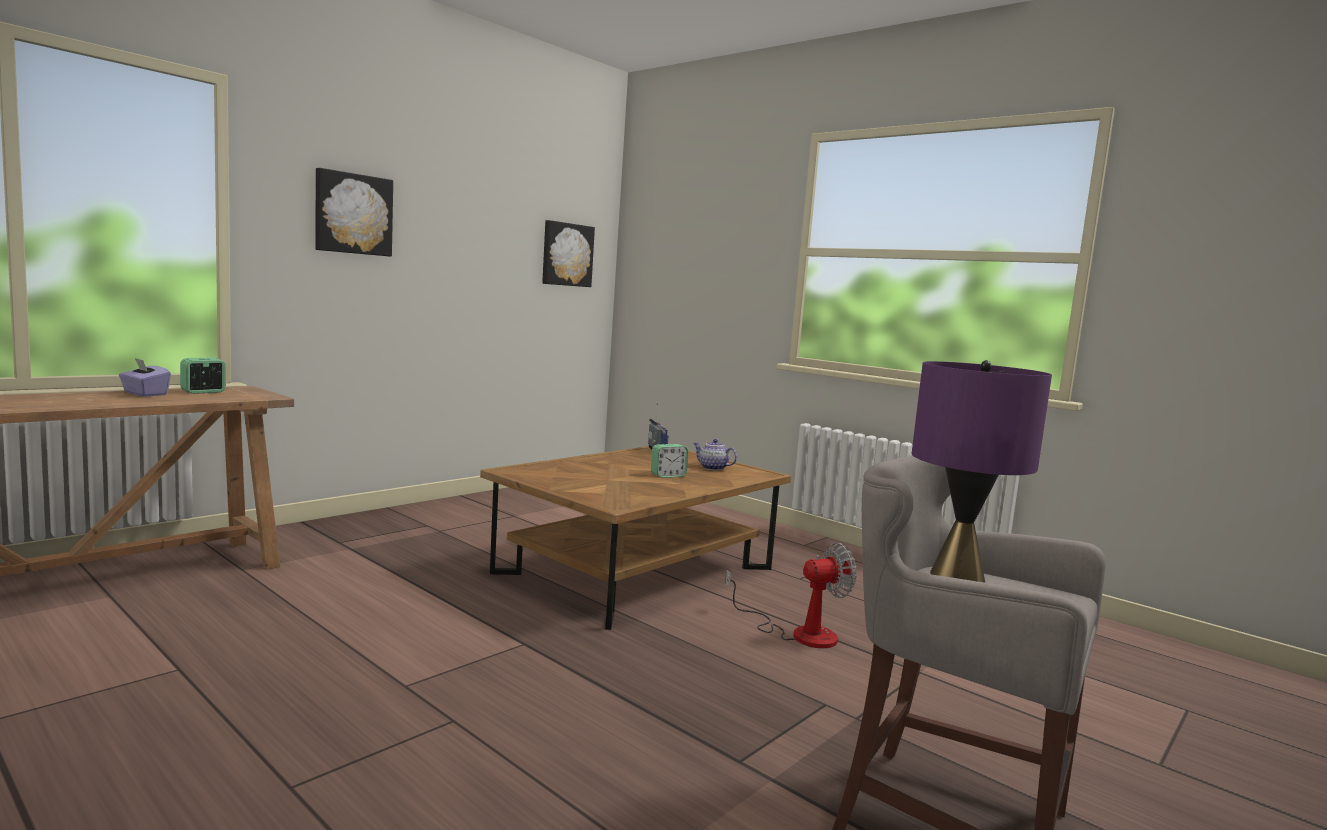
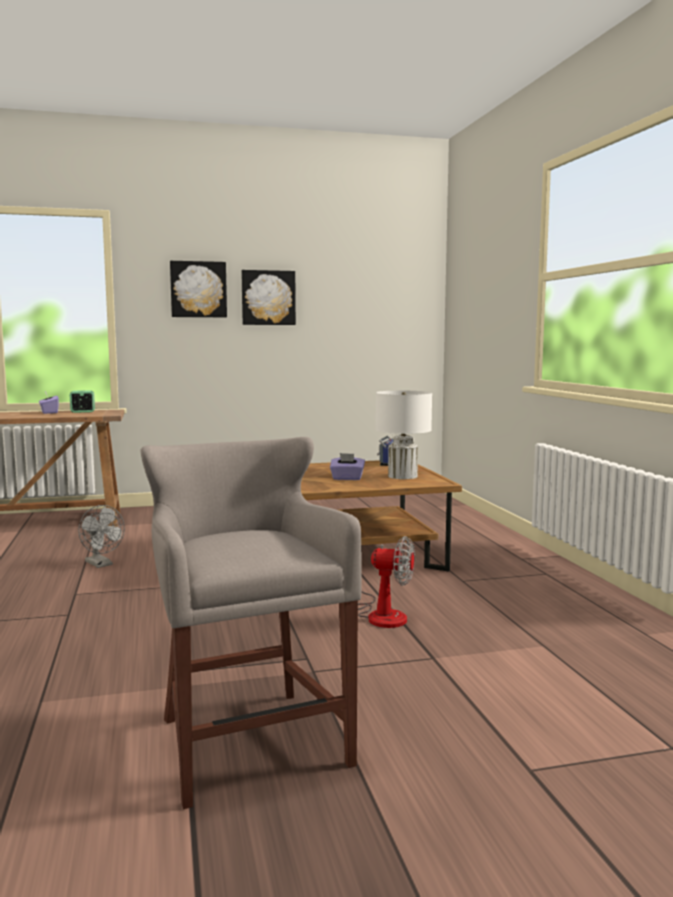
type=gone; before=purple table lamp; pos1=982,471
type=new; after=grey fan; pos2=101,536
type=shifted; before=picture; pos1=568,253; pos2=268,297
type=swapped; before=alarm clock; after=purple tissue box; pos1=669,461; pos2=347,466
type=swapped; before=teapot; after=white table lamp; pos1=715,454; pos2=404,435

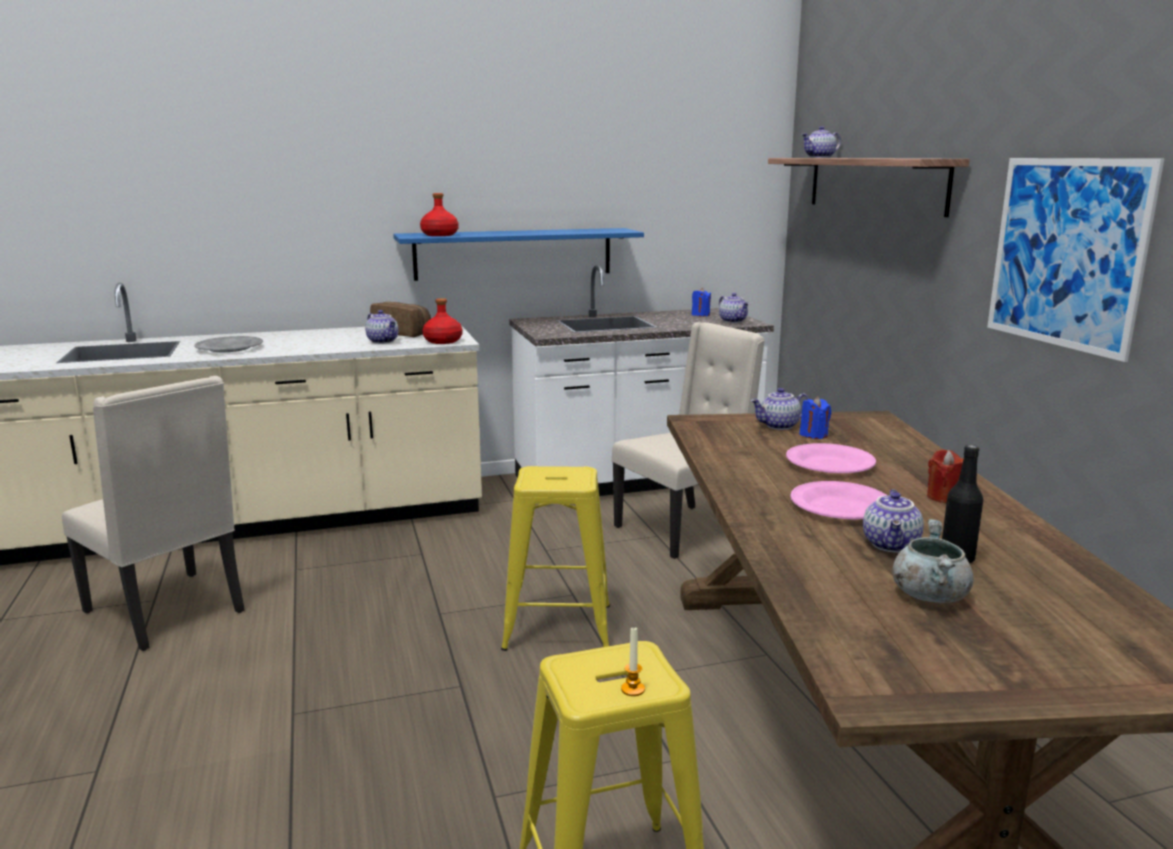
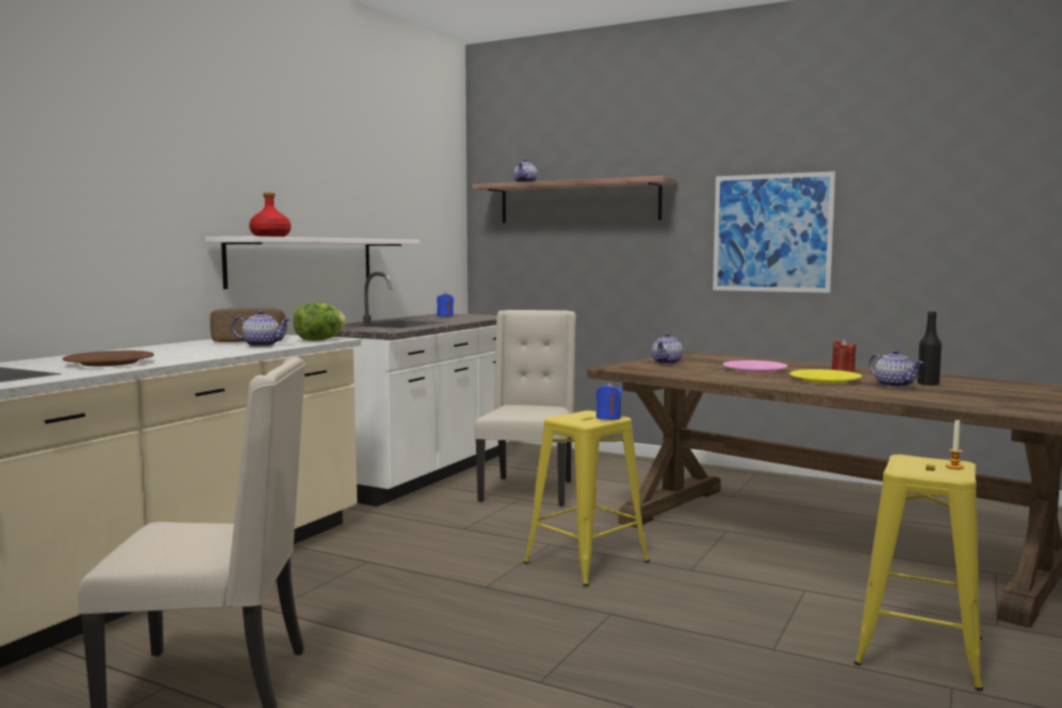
type=gone; before=teapot; pos1=734,308
type=gone; before=grey cooking pot; pos1=933,561
type=shifted; before=blue candle; pos1=815,418; pos2=609,401
type=swapped; before=red bottle; after=lettuce; pos1=442,321; pos2=320,321
type=repainted; before=grey plate; after=brown plate; pos1=228,344; pos2=108,358
type=repainted; before=blue shelf; after=white shelf; pos1=518,254; pos2=312,262
type=repainted; before=pink plate; after=yellow plate; pos1=838,500; pos2=826,376

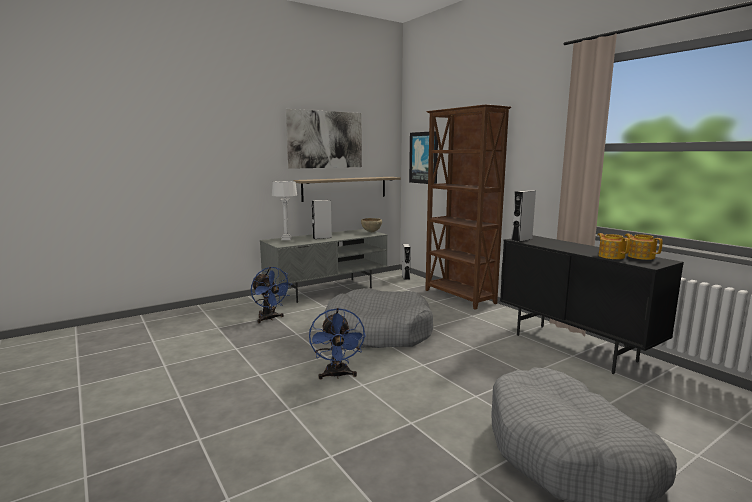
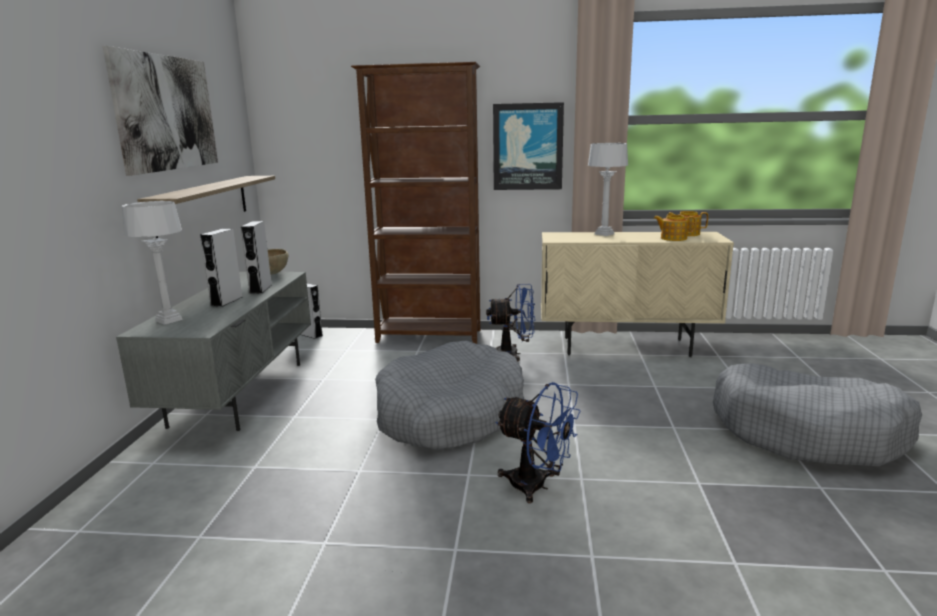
type=new; after=grey table lamp; pos2=608,189
type=shifted; before=blue fan; pos1=271,295; pos2=510,322
type=shifted; before=picture; pos1=423,157; pos2=528,146
type=shifted; before=grey speaker; pos1=523,216; pos2=256,257
type=repainted; before=black cabinet; after=beige cabinet; pos1=592,304; pos2=637,294

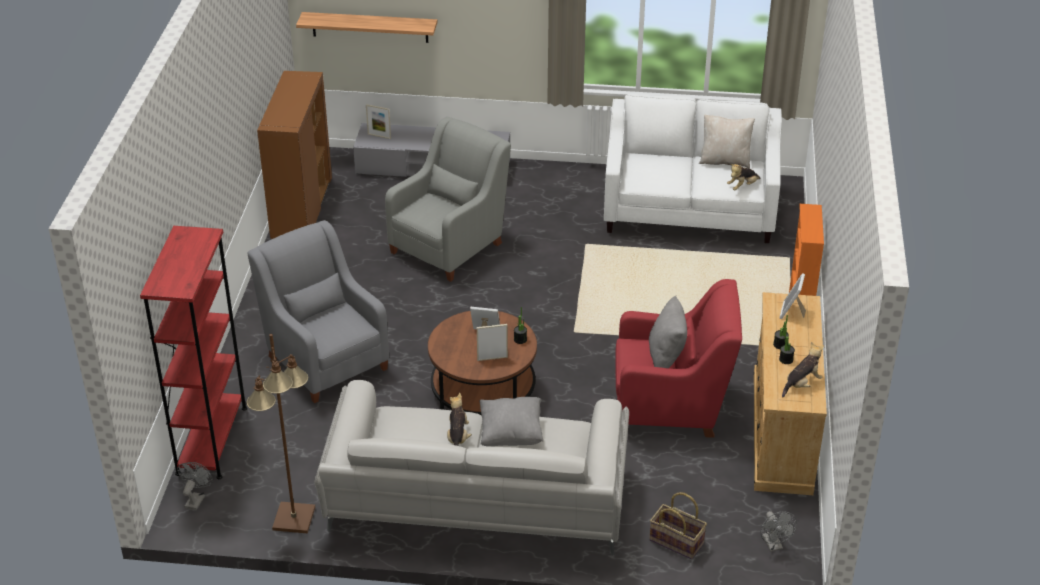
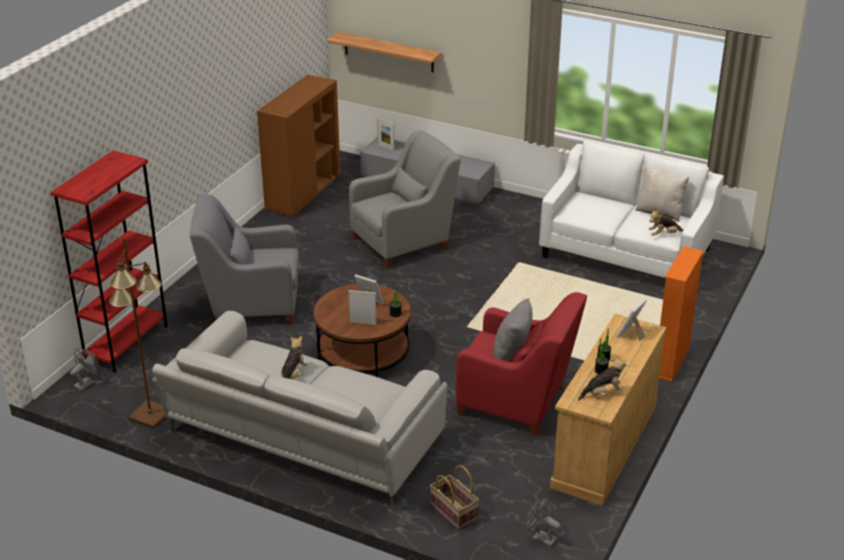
type=gone; before=grey pillow; pos1=511,421
type=rotated; before=grey armchair; pos1=318,311; pos2=244,259; turn=-75
type=rotated; before=grey fan; pos1=779,531; pos2=543,522; turn=120

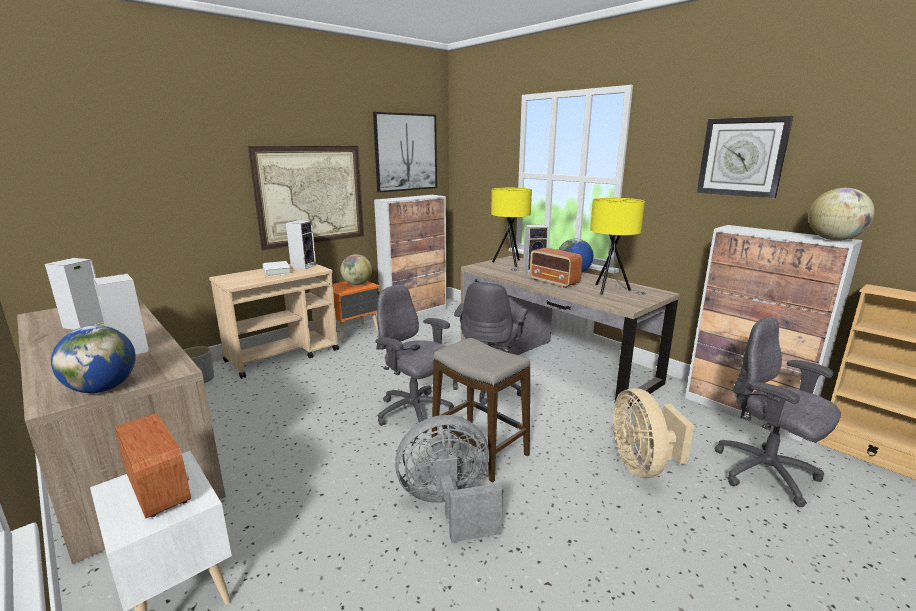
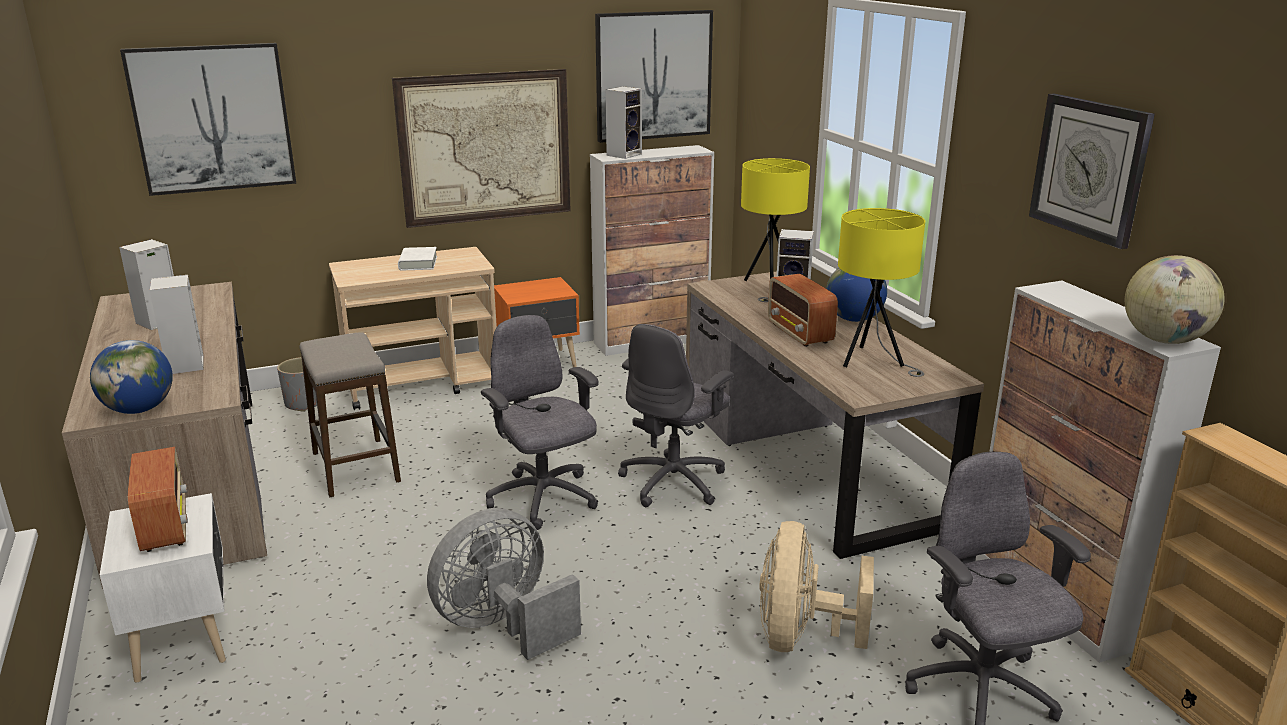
type=gone; before=globe; pos1=356,269
type=new; after=picture; pos2=208,119
type=shifted; before=speaker; pos1=301,244; pos2=624,122
type=shifted; before=stool; pos1=481,410; pos2=350,415
type=rotated; before=grey fan; pos1=449,479; pos2=504,584; turn=-45

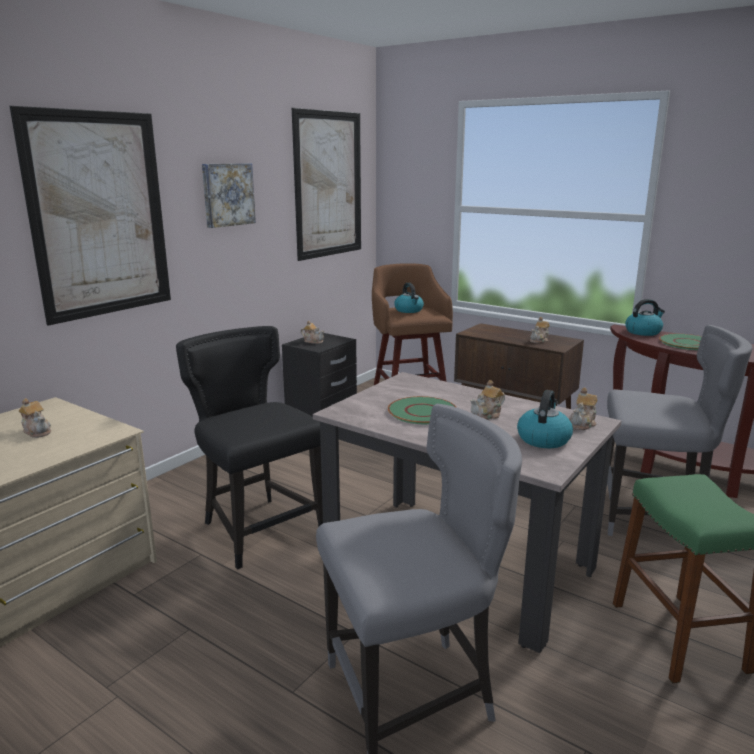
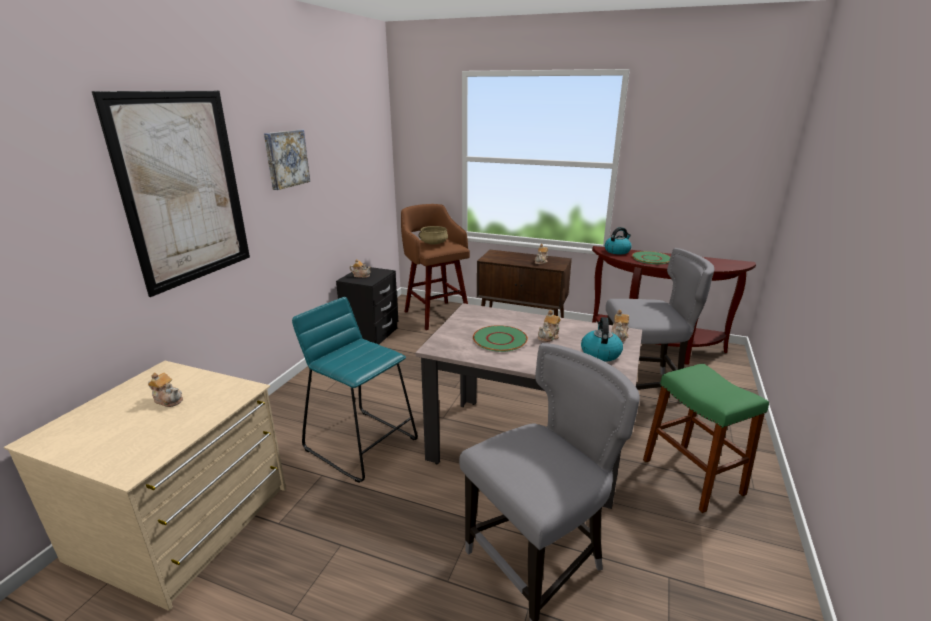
type=gone; before=picture; pos1=326,184
type=swapped; before=black chair; after=turquoise stool; pos1=249,448; pos2=355,390
type=swapped; before=kettle; after=beige cooking pot; pos1=409,298; pos2=433,235

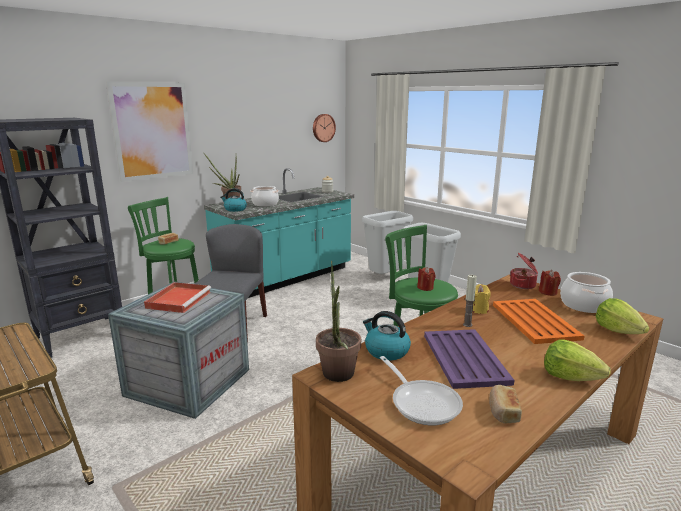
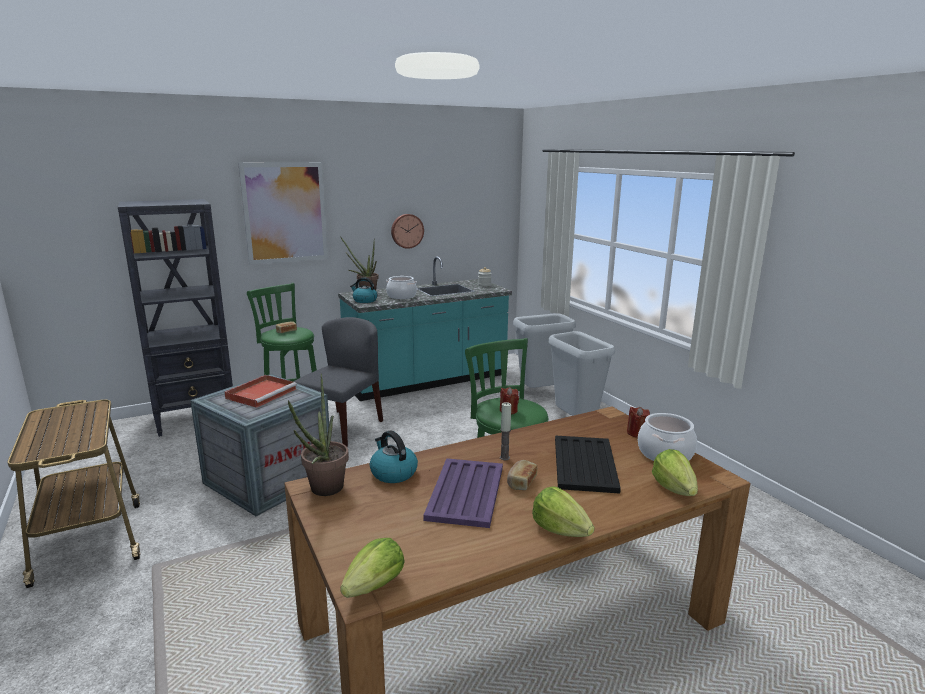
type=gone; before=frying pan; pos1=421,390
type=gone; before=yellow candle; pos1=482,299
type=gone; before=cooking pot; pos1=524,271
type=new; after=lettuce; pos2=372,568
type=shifted; before=wall clock; pos1=324,128; pos2=407,231
type=shifted; before=bread; pos1=505,404; pos2=522,475
type=repainted; before=orange tray; after=black tray; pos1=538,321; pos2=588,464

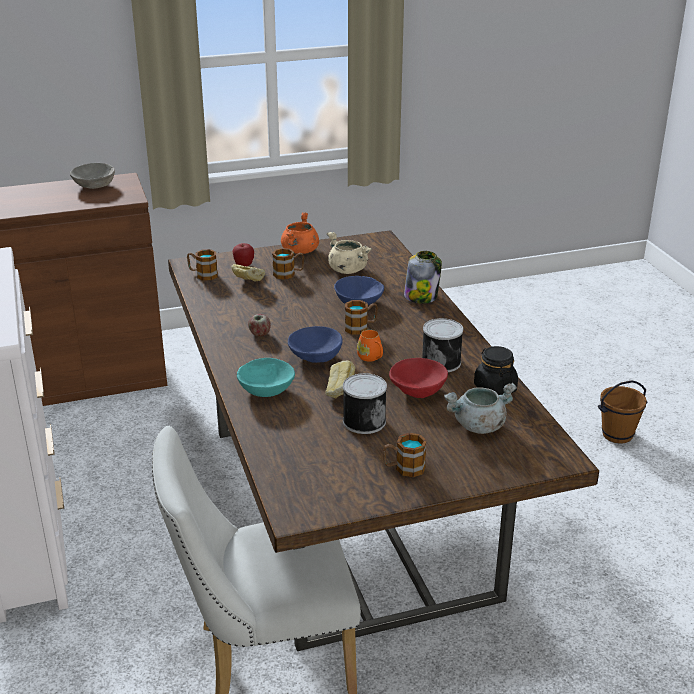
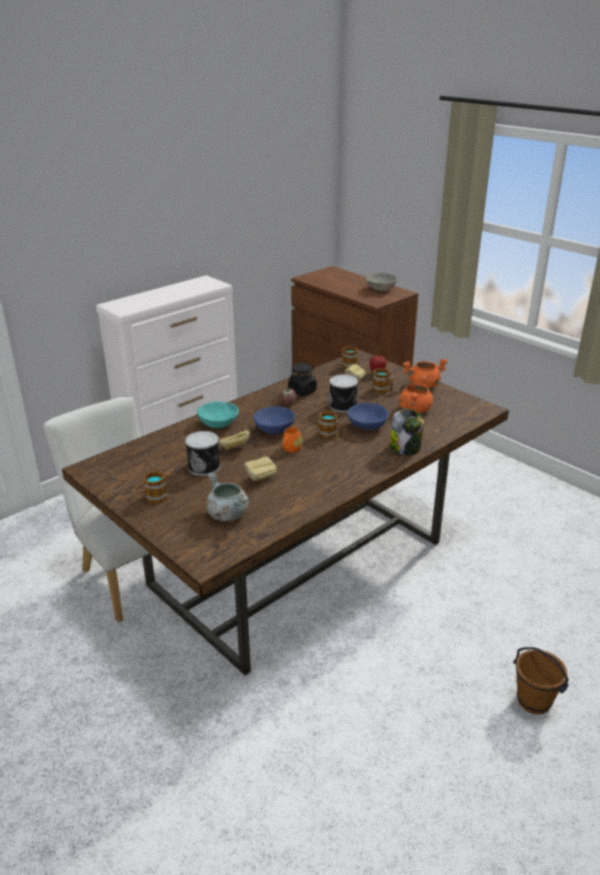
type=shifted; before=can; pos1=442,345; pos2=343,393
type=shifted; before=black jar; pos1=496,370; pos2=302,379
type=swapped; before=red bowl; after=bread; pos1=418,378; pos2=260,469
type=repainted; before=beige cooking pot; after=orange cooking pot; pos1=349,253; pos2=416,394

